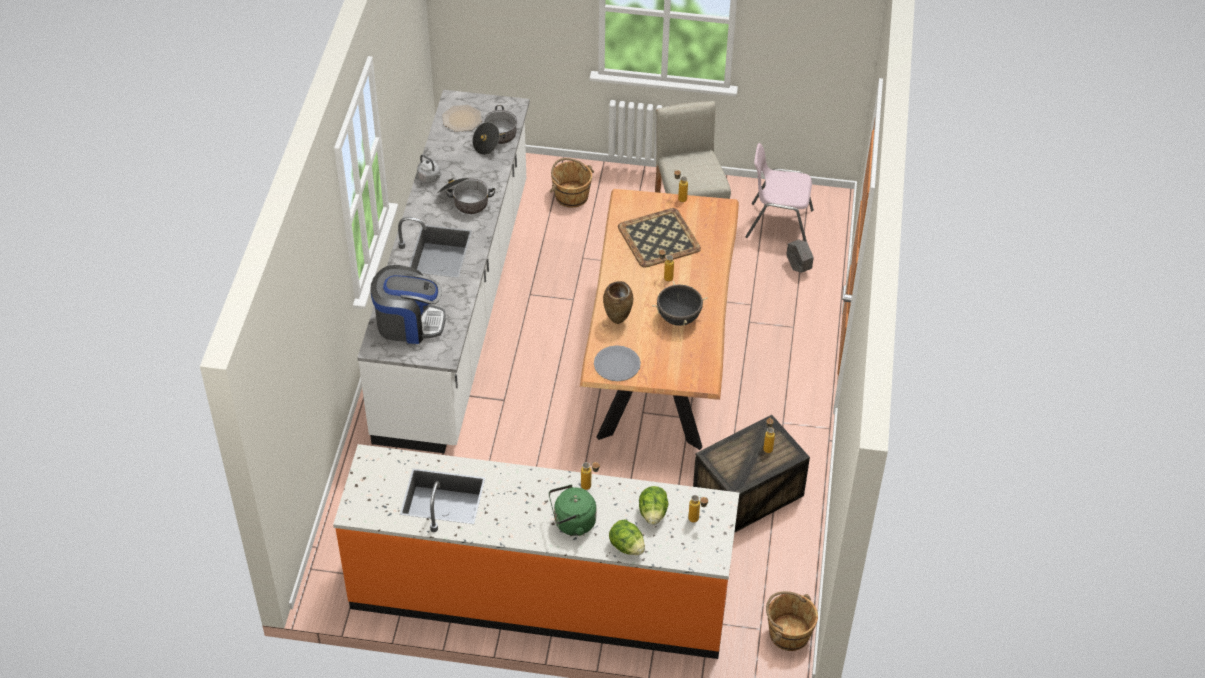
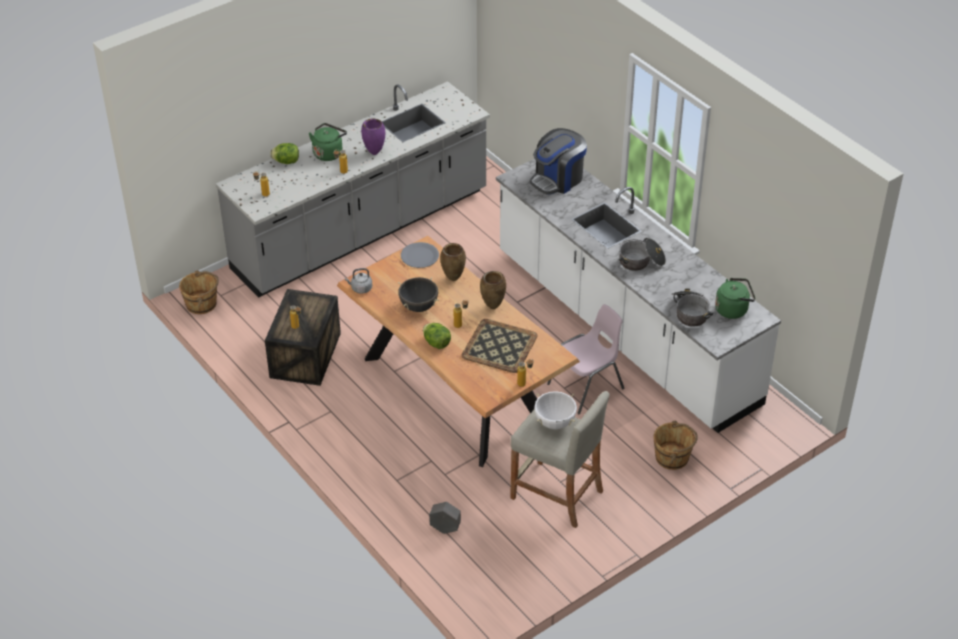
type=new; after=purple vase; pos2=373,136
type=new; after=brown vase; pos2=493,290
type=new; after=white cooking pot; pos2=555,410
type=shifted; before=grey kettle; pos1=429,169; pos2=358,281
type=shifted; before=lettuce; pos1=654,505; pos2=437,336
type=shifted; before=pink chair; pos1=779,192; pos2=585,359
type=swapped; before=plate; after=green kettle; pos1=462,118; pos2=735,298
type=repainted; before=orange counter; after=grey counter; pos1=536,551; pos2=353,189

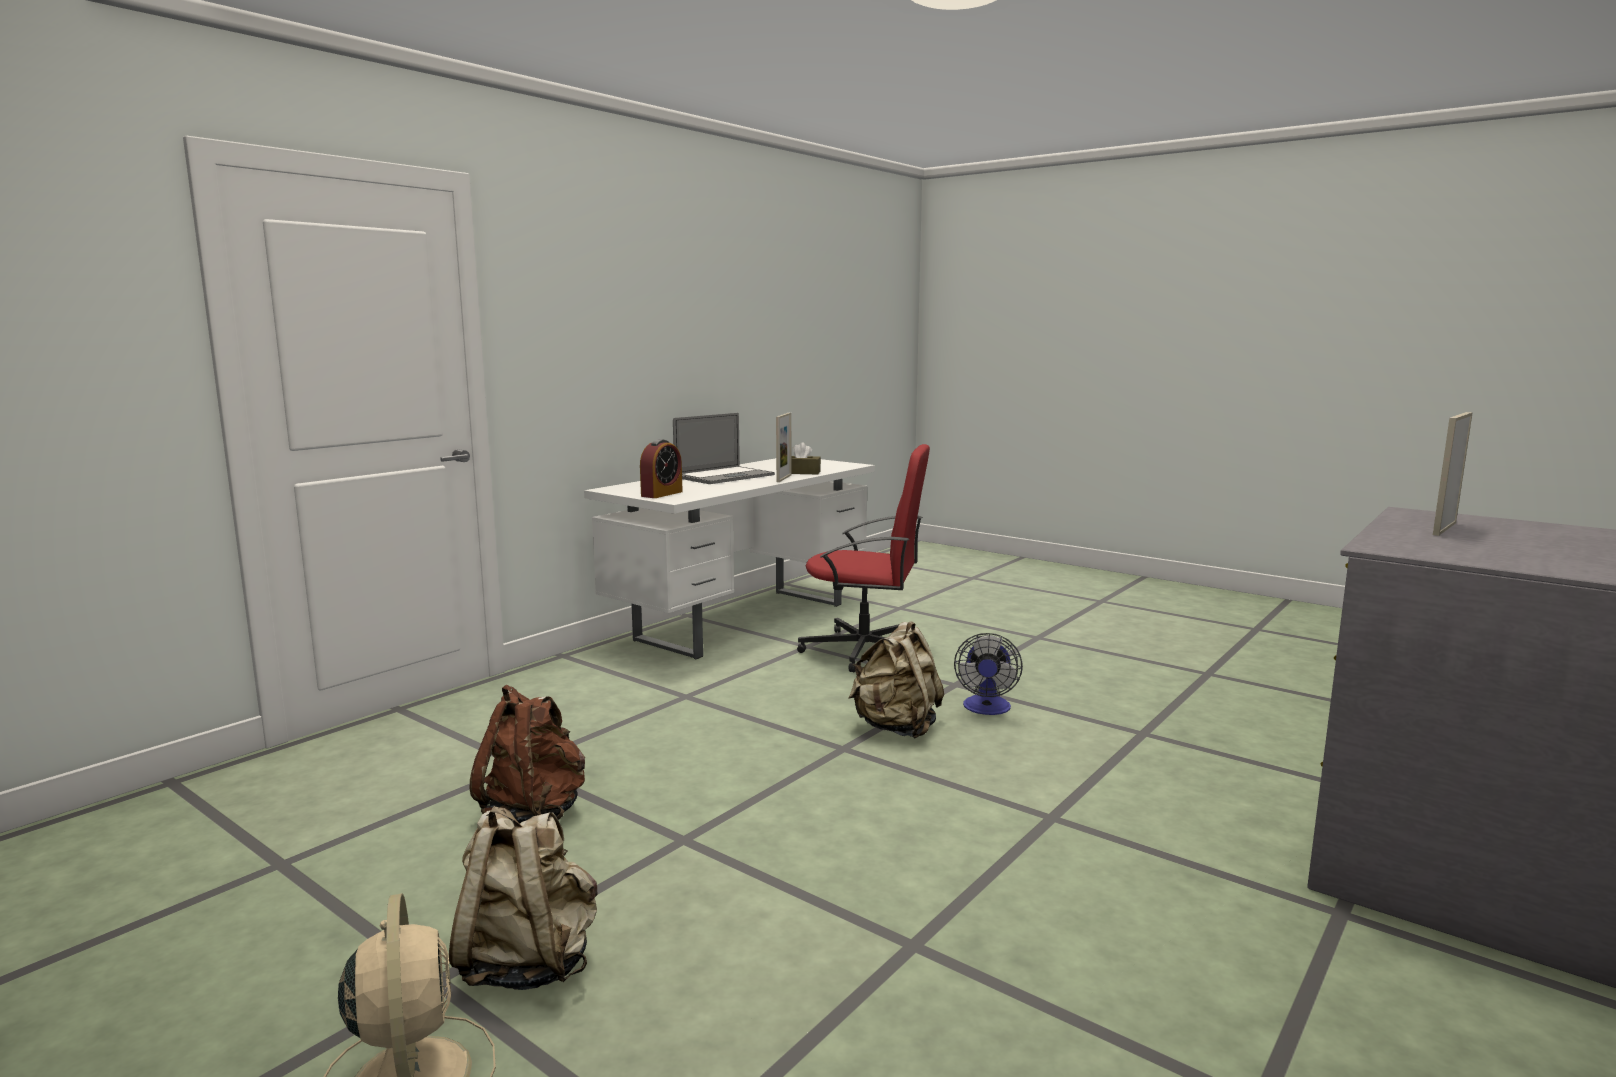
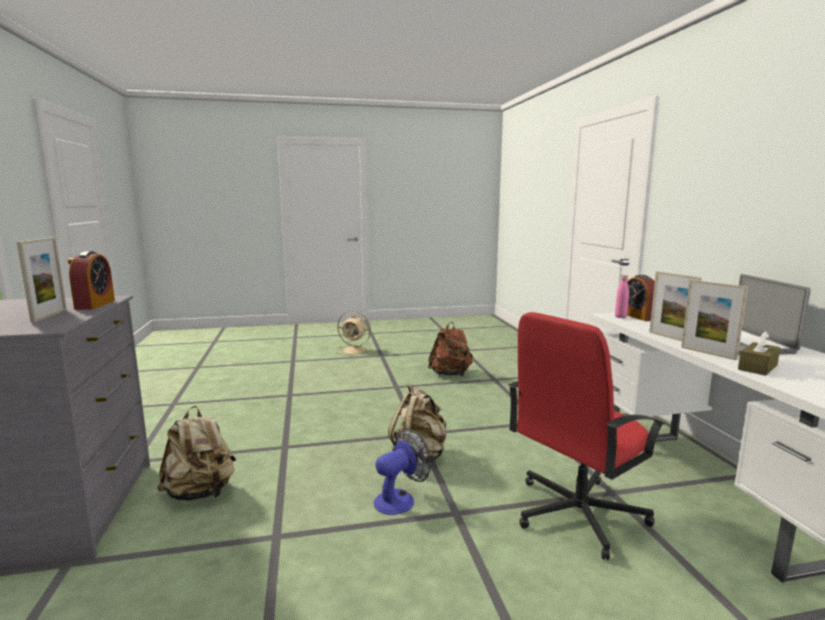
type=new; after=alarm clock; pos2=92,280
type=new; after=pink bottle; pos2=622,296
type=new; after=picture frame; pos2=675,306
type=shifted; before=beige backpack; pos1=523,898; pos2=196,453
type=rotated; before=fan; pos1=988,674; pos2=402,471; turn=90

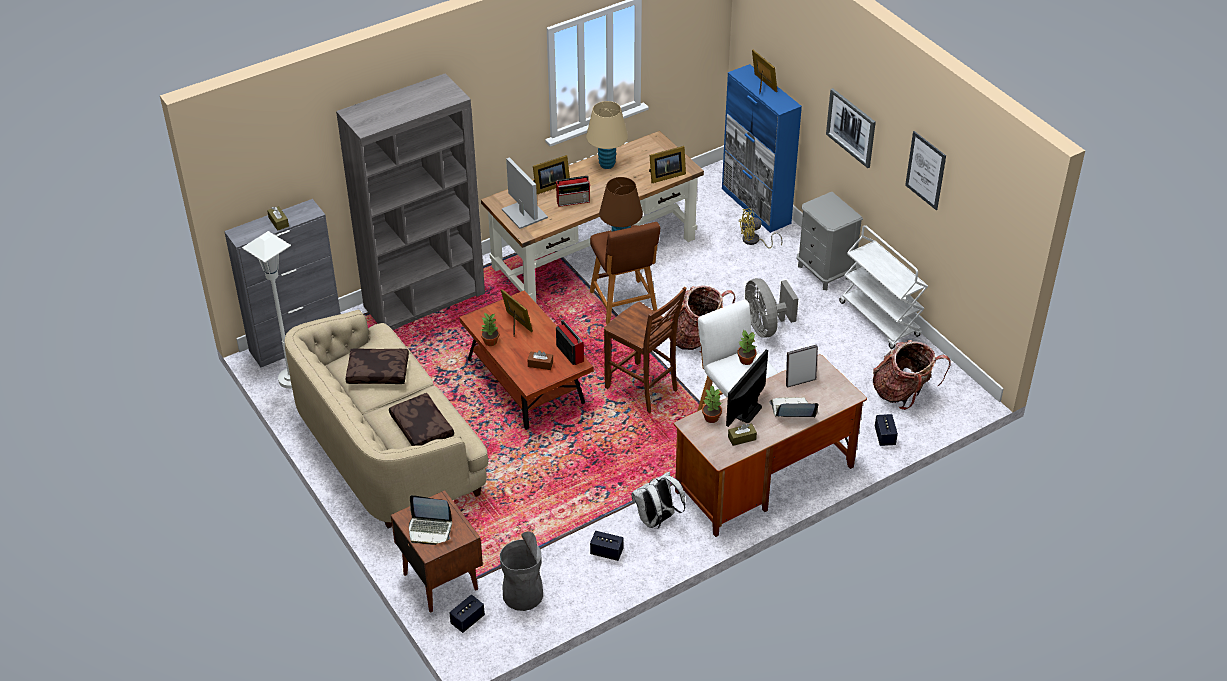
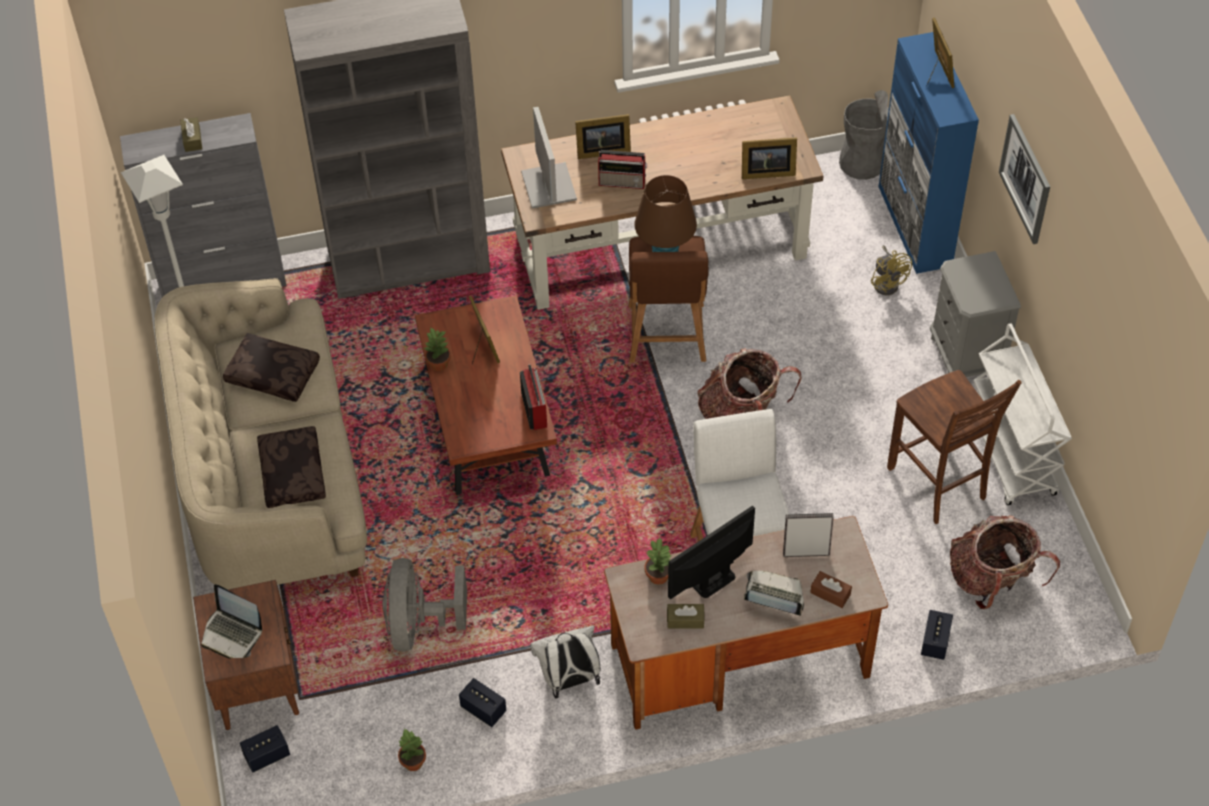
type=gone; before=beige table lamp; pos1=607,135
type=gone; before=picture; pos1=925,170
type=shifted; before=grey trash can; pos1=521,571; pos2=864,135
type=shifted; before=brown tissue box; pos1=540,360; pos2=831,589
type=shifted; before=brown chair; pos1=645,350; pos2=954,447
type=shifted; before=potted plant; pos1=747,347; pos2=412,750
type=shifted; before=grey fan; pos1=771,308; pos2=425,605
type=rotated; before=yellow fan; pos1=760,229; pos2=891,270; turn=-120

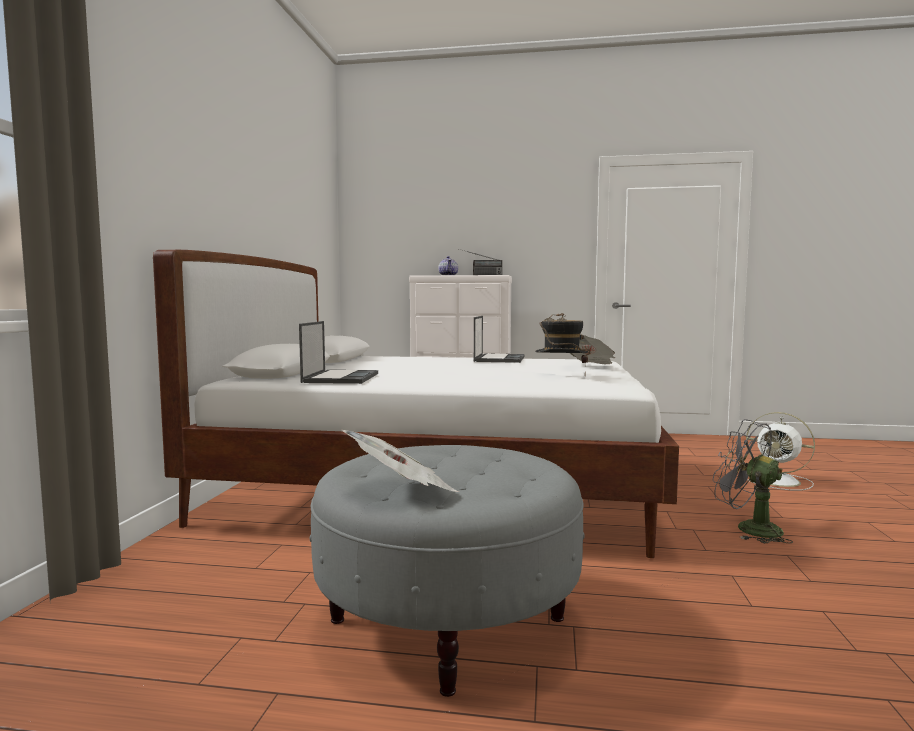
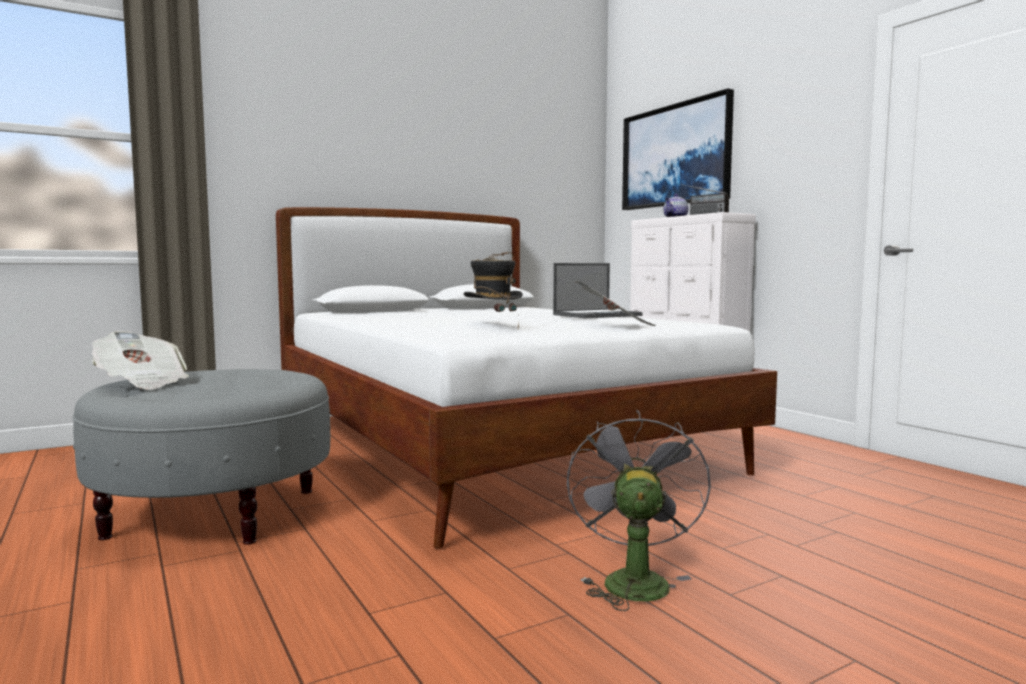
type=gone; before=laptop; pos1=338,352
type=gone; before=white fan; pos1=780,451
type=new; after=picture; pos2=678,149

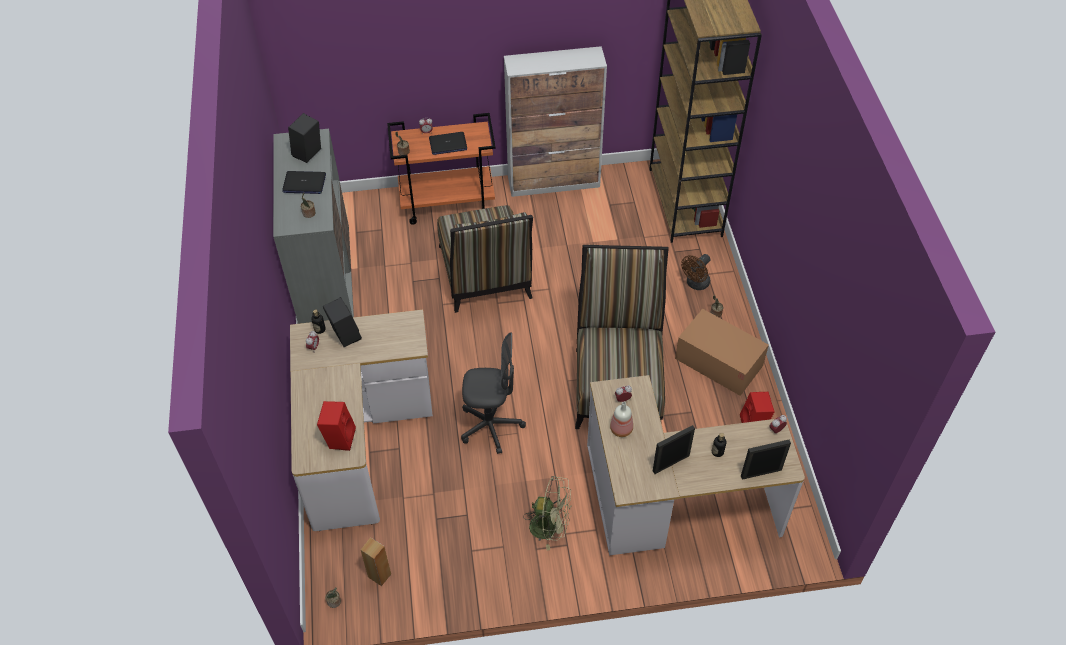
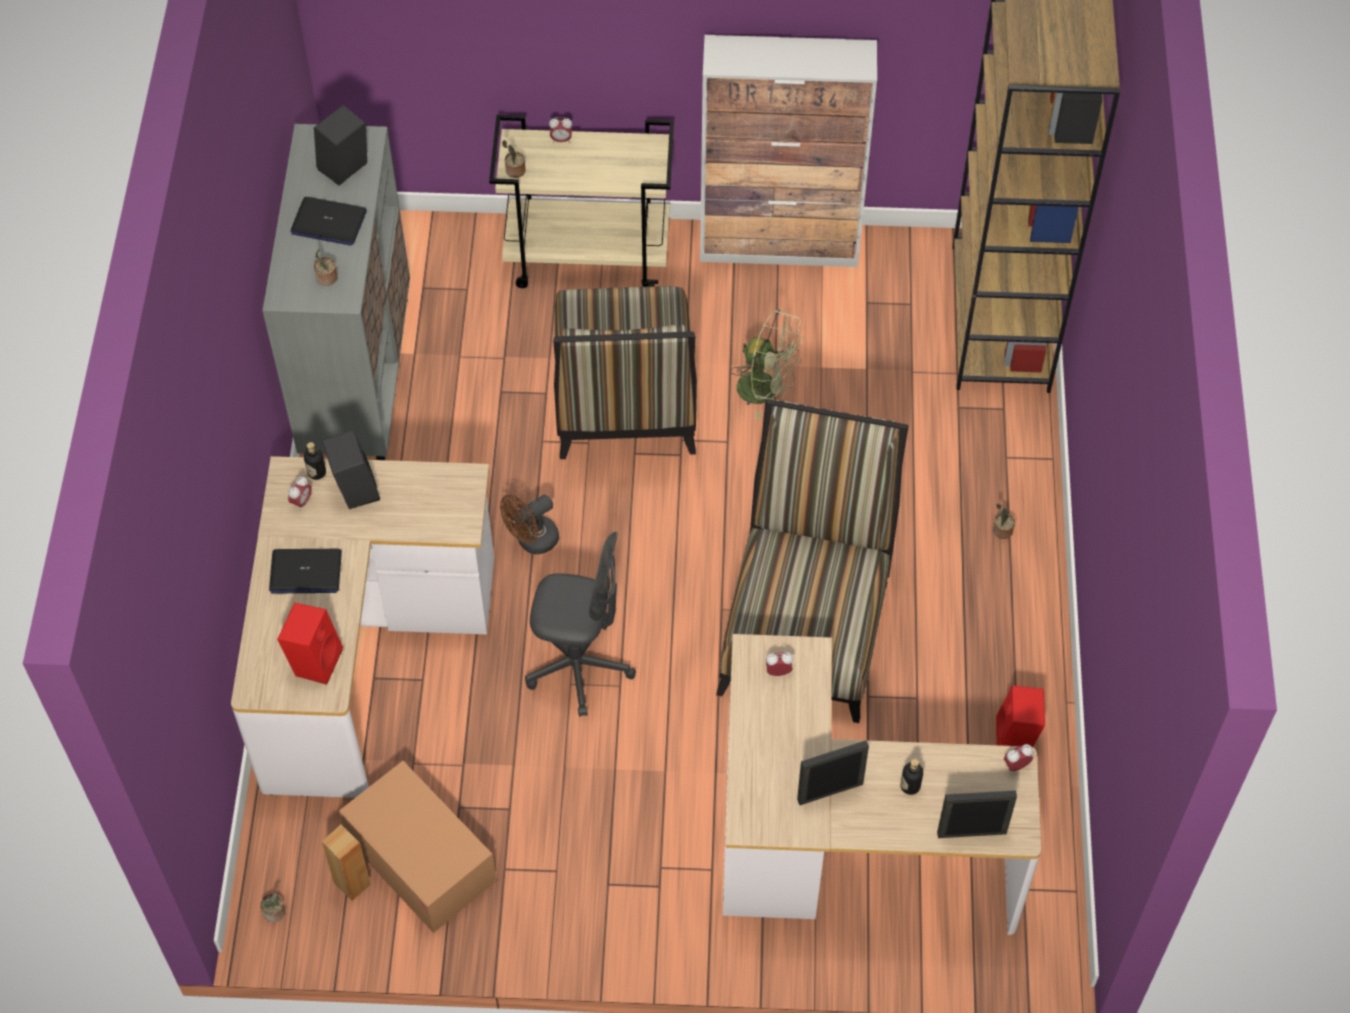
type=gone; before=bottle; pos1=621,419
type=shifted; before=laptop; pos1=448,143; pos2=305,571
type=shifted; before=green fan; pos1=547,513; pos2=767,364
type=shifted; before=cardboard box; pos1=722,352; pos2=418,847
type=shifted; before=brown fan; pos1=696,272; pos2=529,524
type=repainted; before=orange cart; after=beige cart; pos1=441,169; pos2=581,201

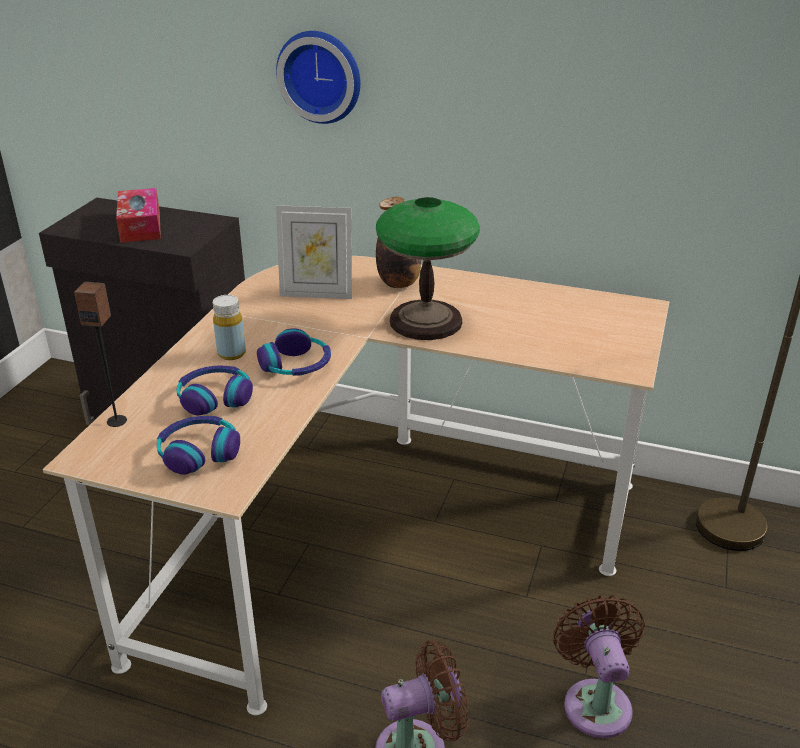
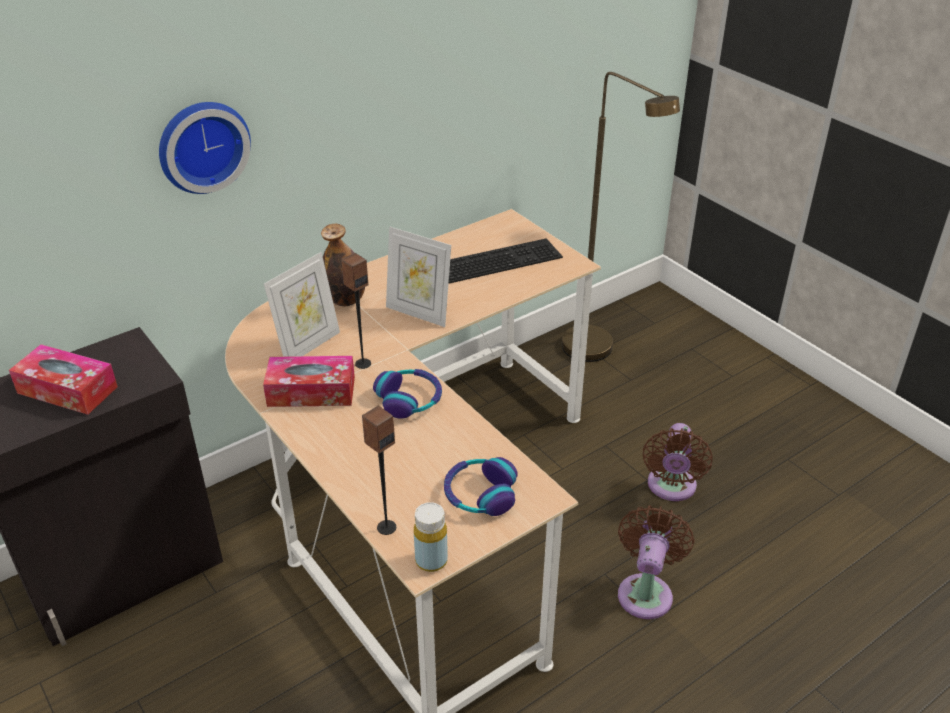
type=gone; before=headphones; pos1=215,390
type=new; after=tissue box; pos2=309,381
type=new; after=speaker; pos2=356,311
type=new; after=keyboard; pos2=506,260
type=shifted; before=yellow bottle; pos1=229,327; pos2=431,537
type=swapped; before=table lamp; after=picture frame; pos1=428,268; pos2=418,277
type=rotated; before=brown fan; pos1=599,666; pos2=678,462; turn=-105

